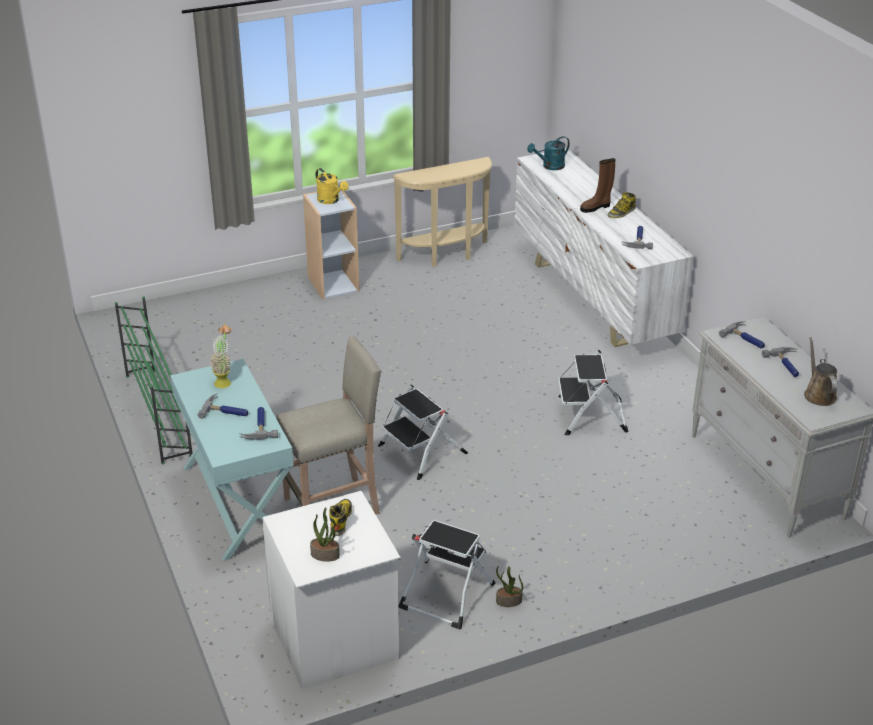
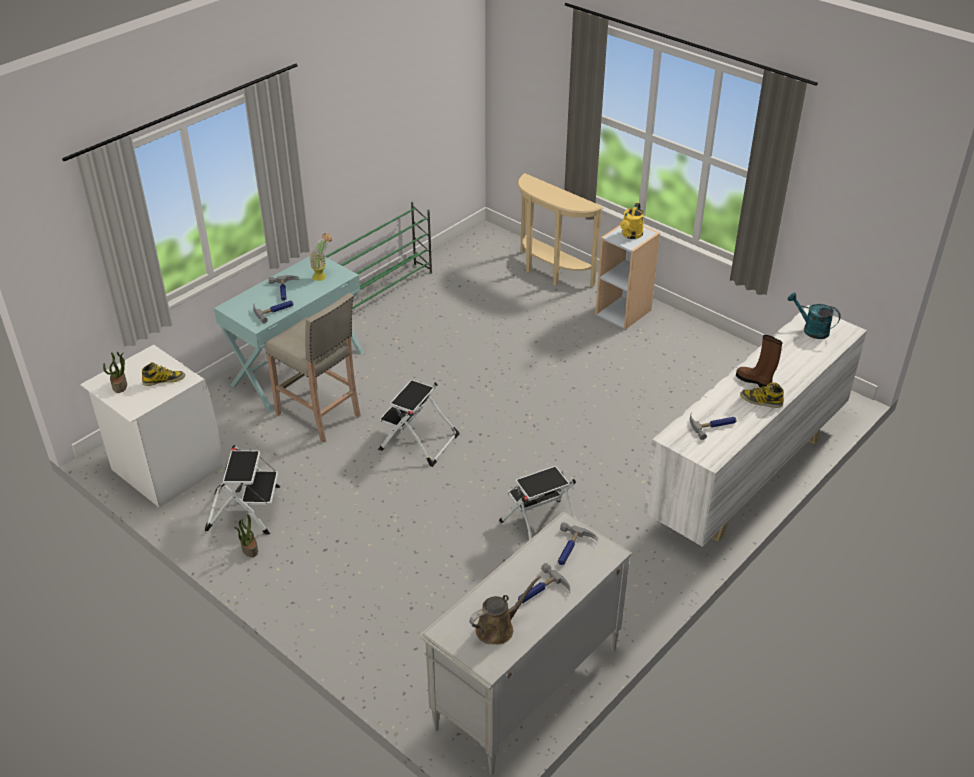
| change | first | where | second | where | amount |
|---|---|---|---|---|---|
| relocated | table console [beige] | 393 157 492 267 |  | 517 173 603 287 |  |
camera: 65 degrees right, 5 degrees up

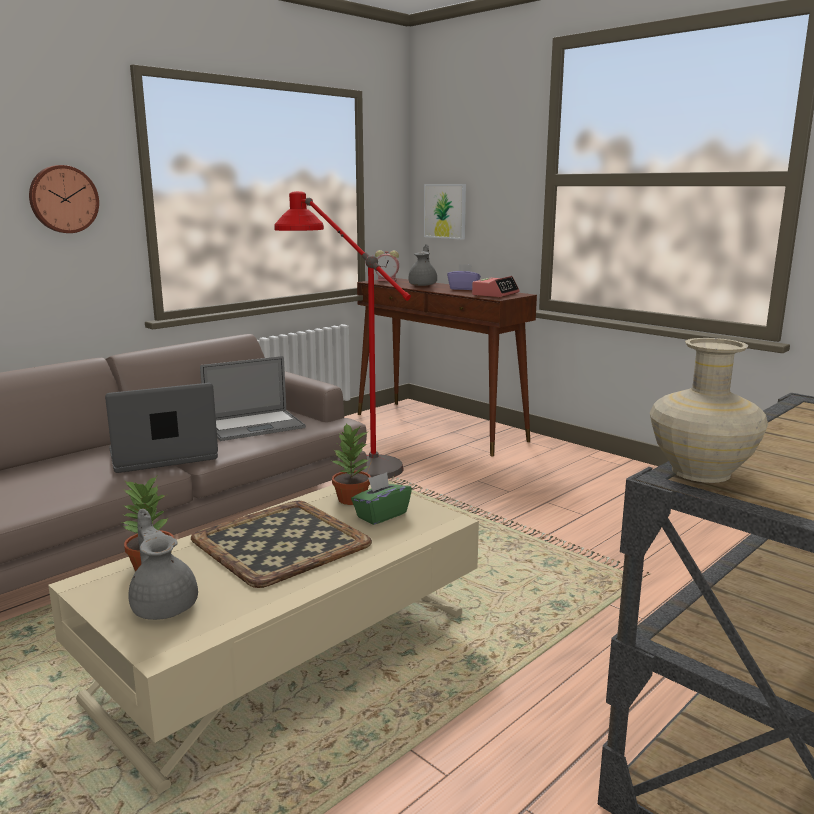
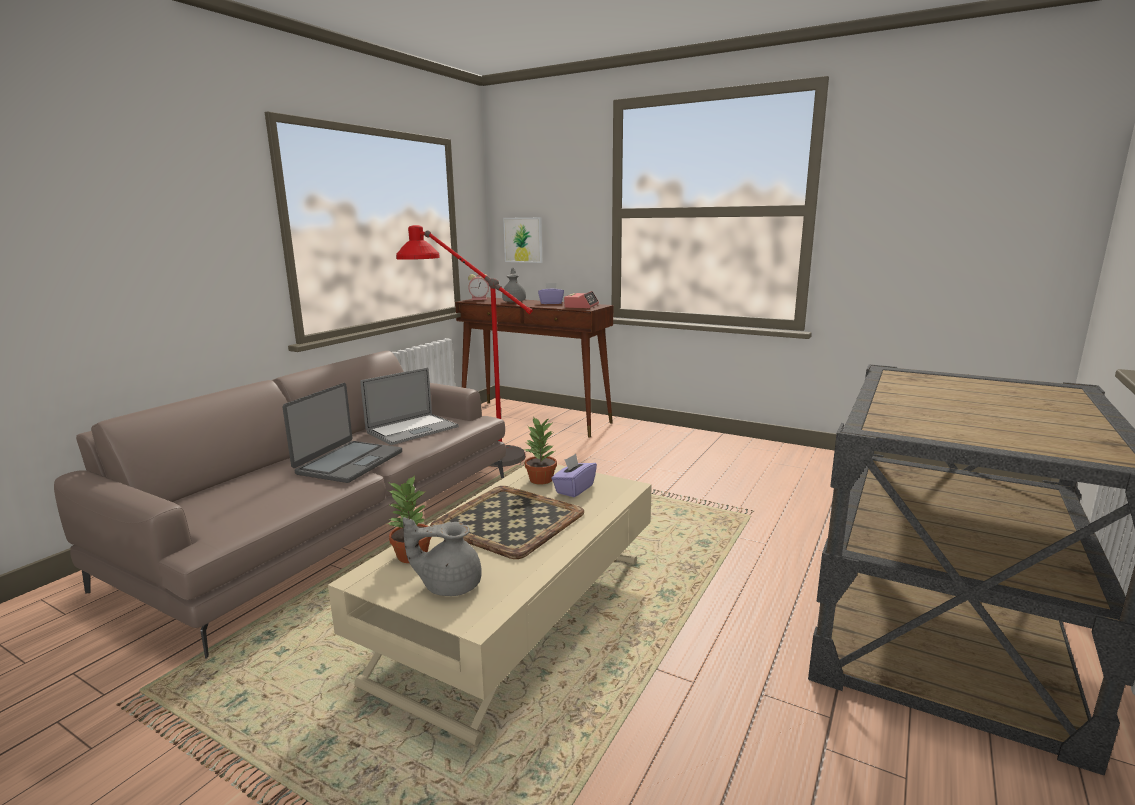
| change | first | where | second | where | amount |
|---|---|---|---|---|---|
| missing | horloge murale | 29 165 99 233 |  |  |  |
| missing | vase [beige] | 650 338 768 483 |  |  |  |
| colour | boîte à mouchoirs [vert] | 351 472 412 525 | boîte à mouchoirs [violet] | 551 454 597 497 |  |
| spun | ordinateur portable | 105 383 218 473 |  | 282 383 402 483 | 150 degrees clockwise |
| spun | théière [gris] | 128 509 198 620 |  | 403 517 482 596 | 45 degrees counterclockwise |
camera: 15 degrees left, 0 degrees up

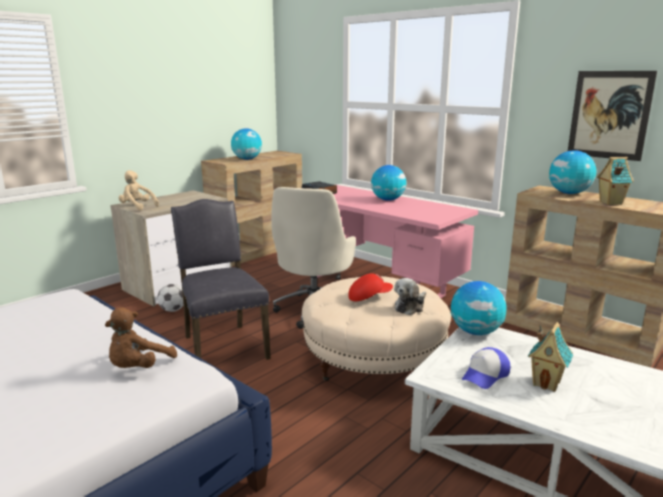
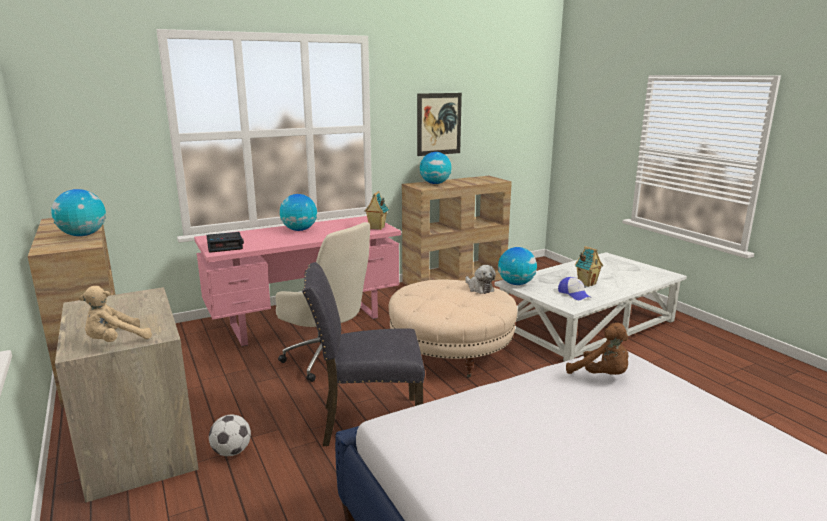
| change | first | where | second | where | amount |
|---|---|---|---|---|---|
| missing | casquette [rouge] | 349 273 393 301 |  |  |  |
| relocated | maison miniature | 597 157 634 205 |  | 364 191 389 230 |  |
camera: 70 degrees left, 0 degrees up

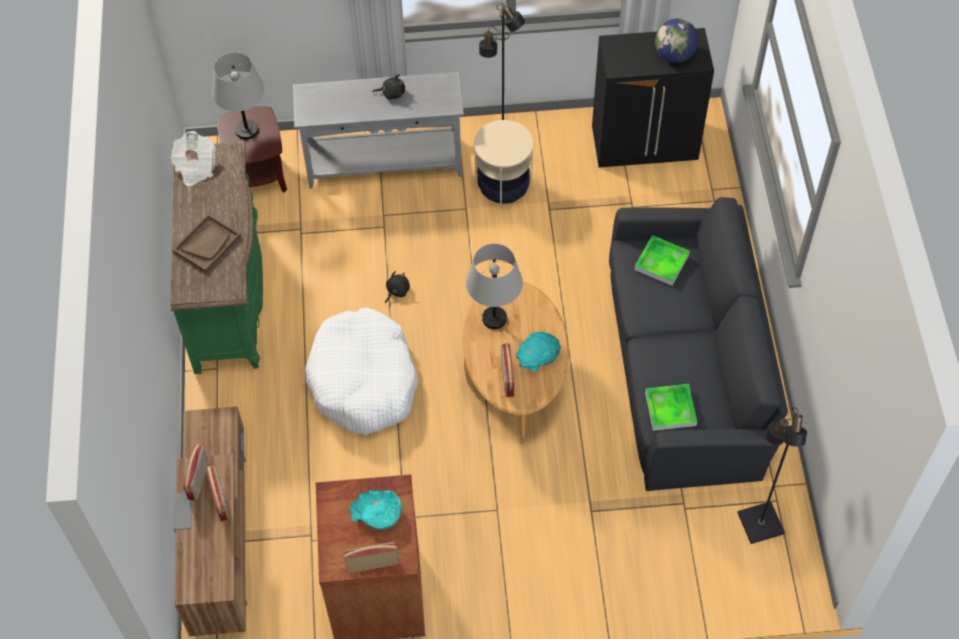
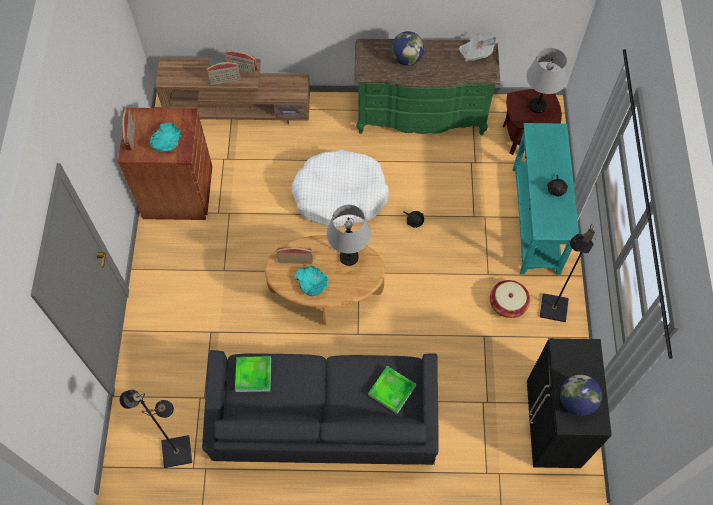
| change | first | where | second | where | amount |
|---|---|---|---|---|---|
| exchanged | plateau [marron] | 173 213 241 273 | globe | 391 31 424 65 |  |
| exchanged | table d'appoint [beige] | 474 120 533 208 | panier | 490 280 530 318 |  |
| colour | table console [gris] | 293 72 464 189 | table console [turquoise] | 513 123 579 275 |  |
camera: 95 degrees right, 5 degrees up

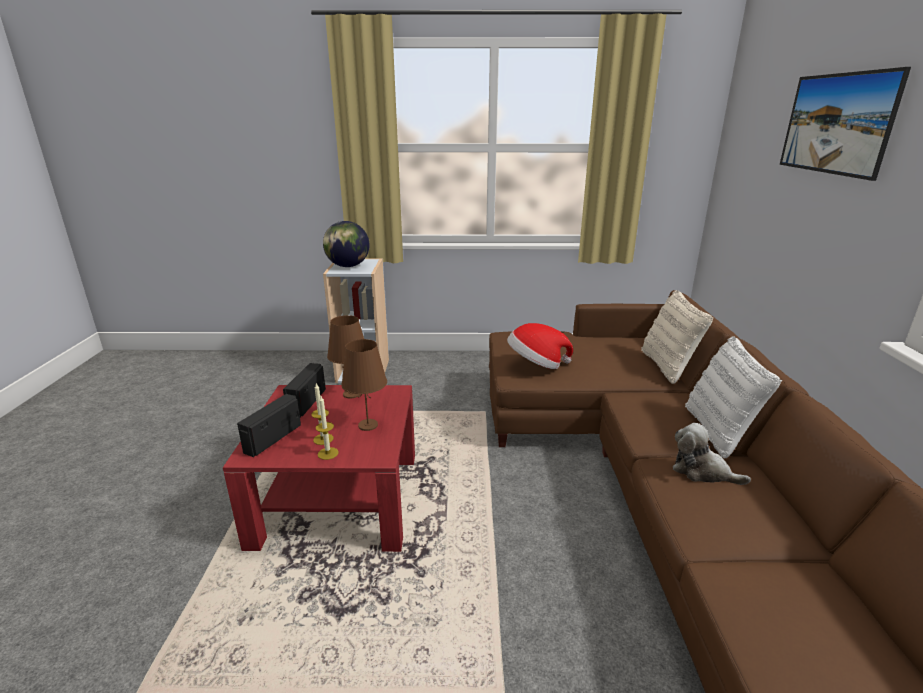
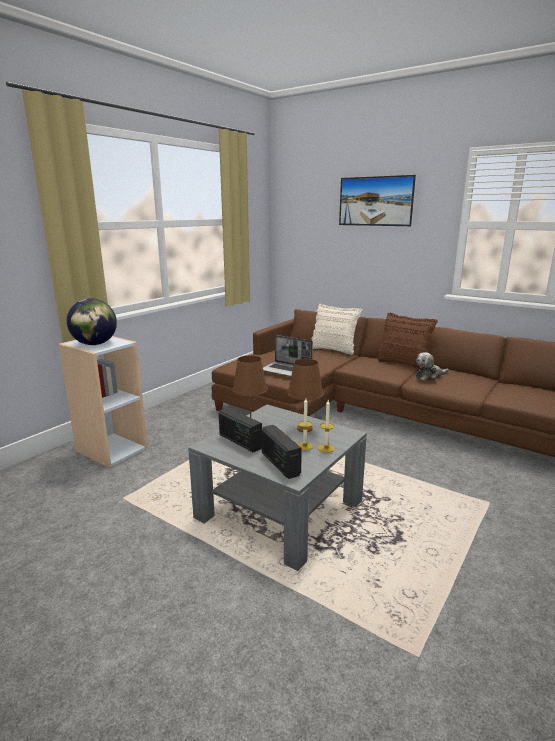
| change | first | where | second | where | amount |
|---|---|---|---|---|---|
| exchanged | chapeau | 507 323 573 369 | ordinateur portable | 263 335 313 377 |  |
| colour | table basse [rouge] | 223 385 415 552 | table basse [gris] | 188 404 367 571 |  |
| colour | coussin [blanc] | 685 336 782 458 | coussin [marron] | 377 312 438 369 |  |
camera: 55 degrees left, 5 degrees down

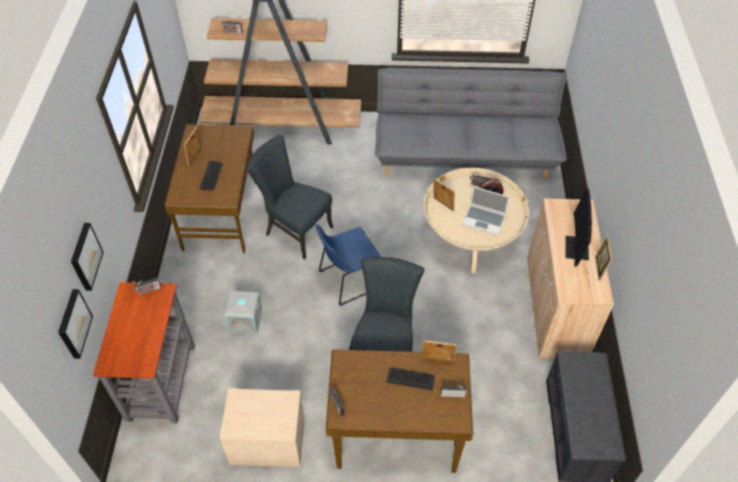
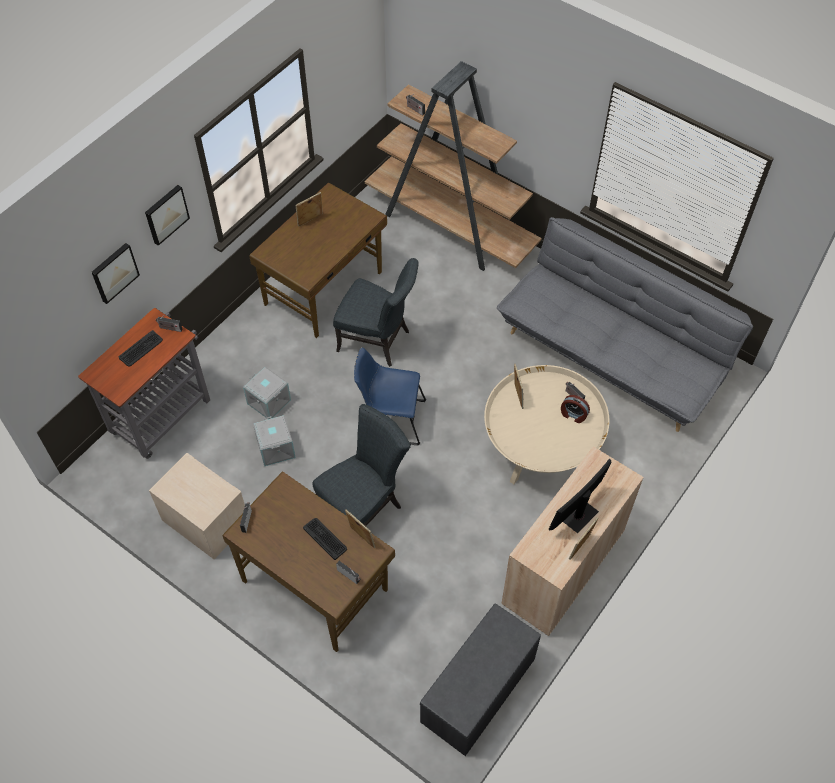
| change | first | where | second | where | amount |
|---|---|---|---|---|---|
| missing | ordinateur portable | 462 186 510 236 |  |  |  |
| appeared |  |  | boîte de rangement [gris] | 253 415 296 466 |  |
| relocated | tableau | 58 289 93 359 |  | 145 185 190 246 |  |
| relocated | clavier | 200 161 222 191 |  | 119 330 163 367 |  |
| spun | chaise [gris] | 245 135 333 260 |  | 333 258 419 367 | 135 degrees clockwise |
camera: 35 degrees right, 5 degrees up

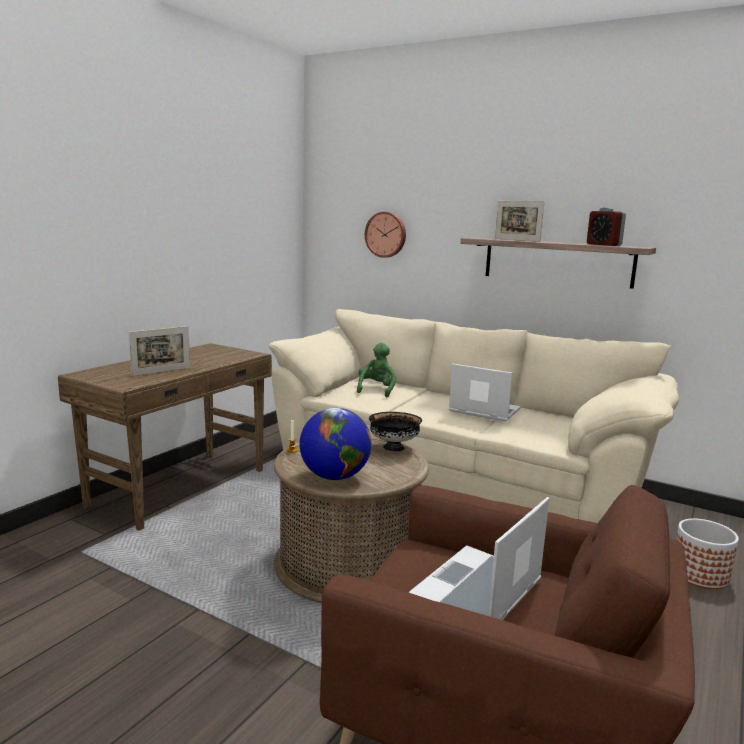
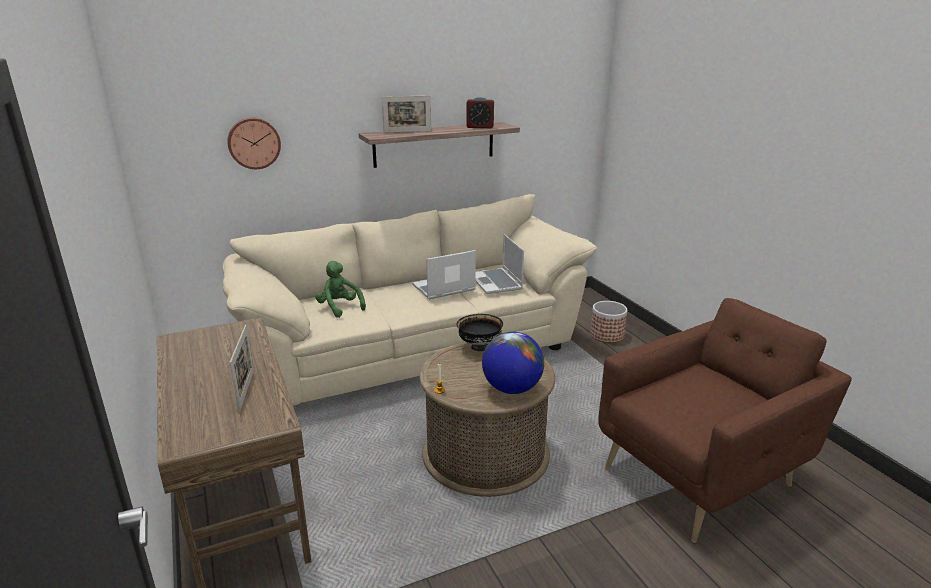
| change | first | where | second | where | amount |
|---|---|---|---|---|---|
| relocated | ordinateur portable | 408 497 549 620 |  | 475 234 524 294 |  |
camera: 55 degrees left, 10 degrees up

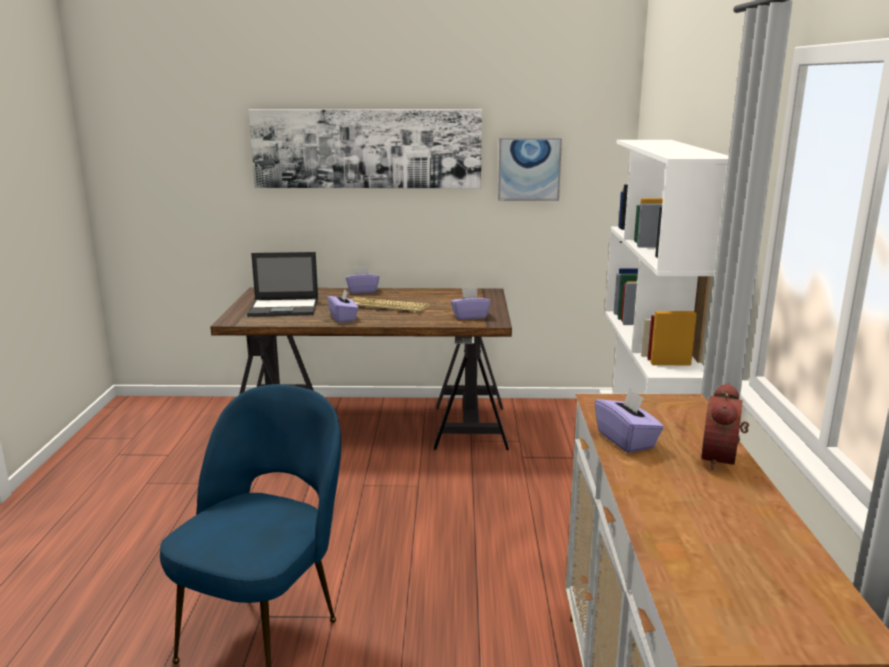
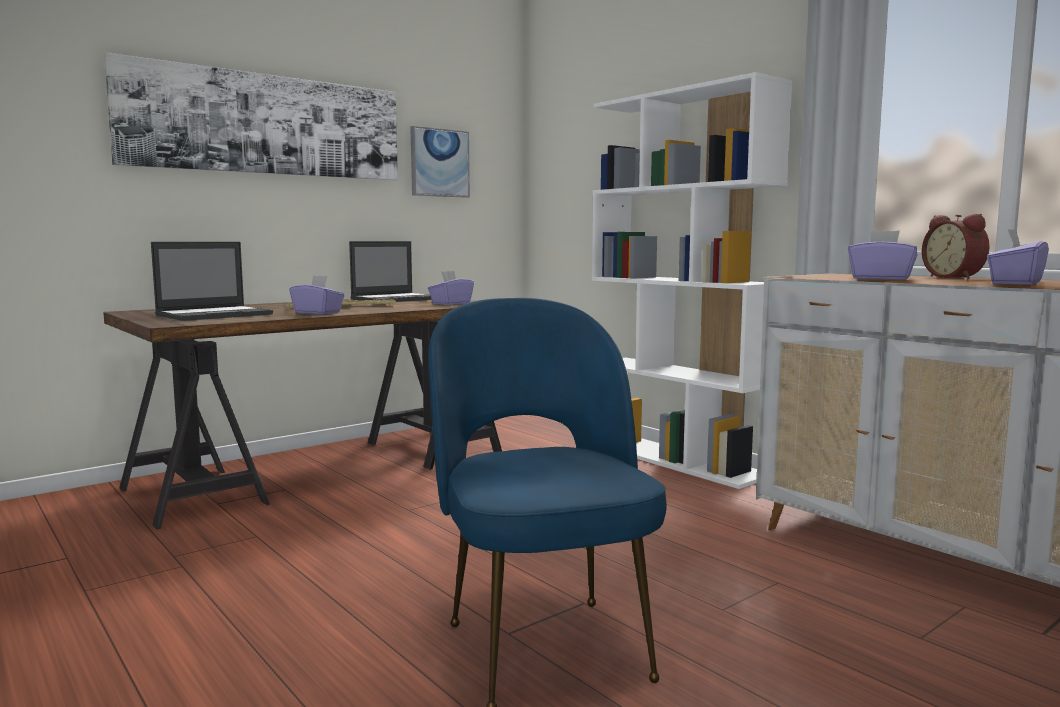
| change | first | where | second | where | amount |
|---|---|---|---|---|---|
| appeared |  |  | ordinateur portable | 349 241 432 302 |  |
| relocated | boîte à mouchoirs [violet] | 346 265 379 293 |  | 987 229 1049 285 |  |
camera: 40 degrees left, 10 degrees down

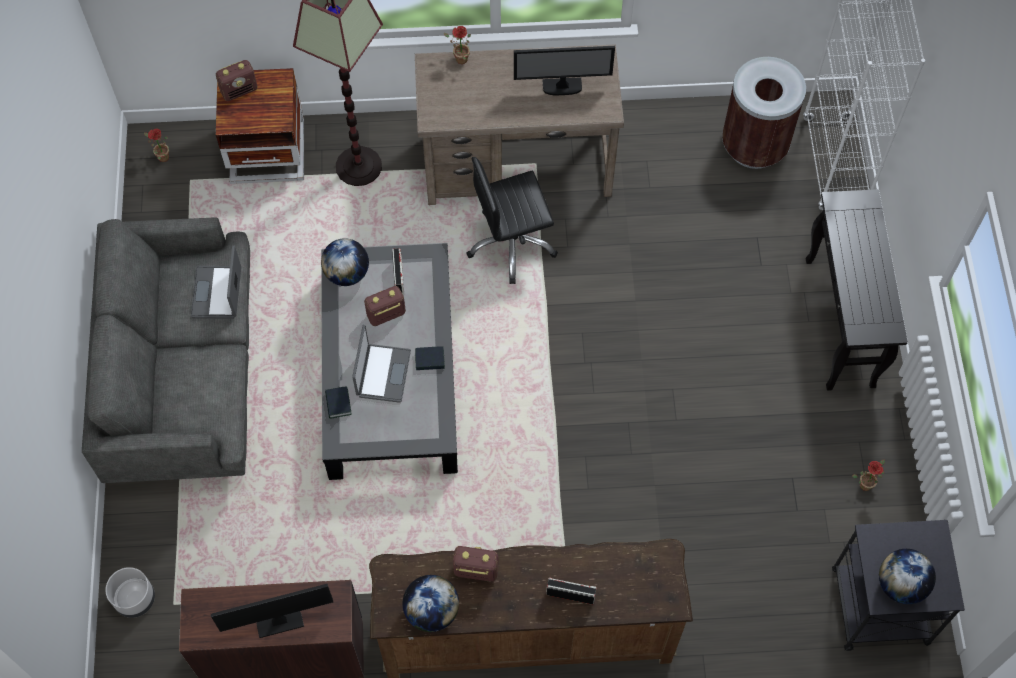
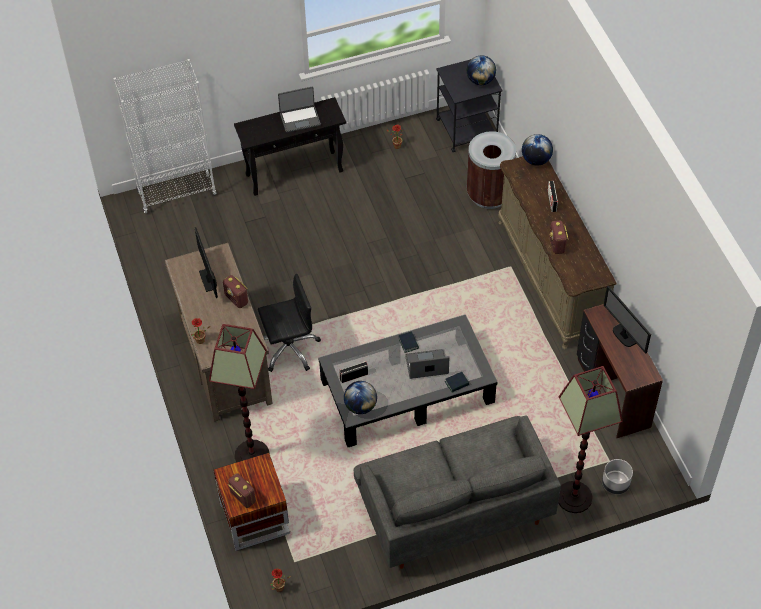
| change | first | where | second | where | amount |
|---|---|---|---|---|---|
| appeared |  |  | lampadaire | 558 366 623 513 |  |
| relocated | ordinateur portable | 191 246 241 319 |  | 278 86 321 133 |  |
| relocated | radio | 364 286 406 326 |  | 223 275 248 308 |  |
| relocated | globe | 403 575 459 632 |  | 522 134 553 166 |  |
| relocated | poubelle [marron] | 722 57 806 169 |  | 467 131 516 209 |  |
| spun | chaise de bureau [noir] | 466 157 558 284 |  | 258 274 321 372 | 75 degrees counterclockwise |
camera: 105 degrees left, 10 degrees down

